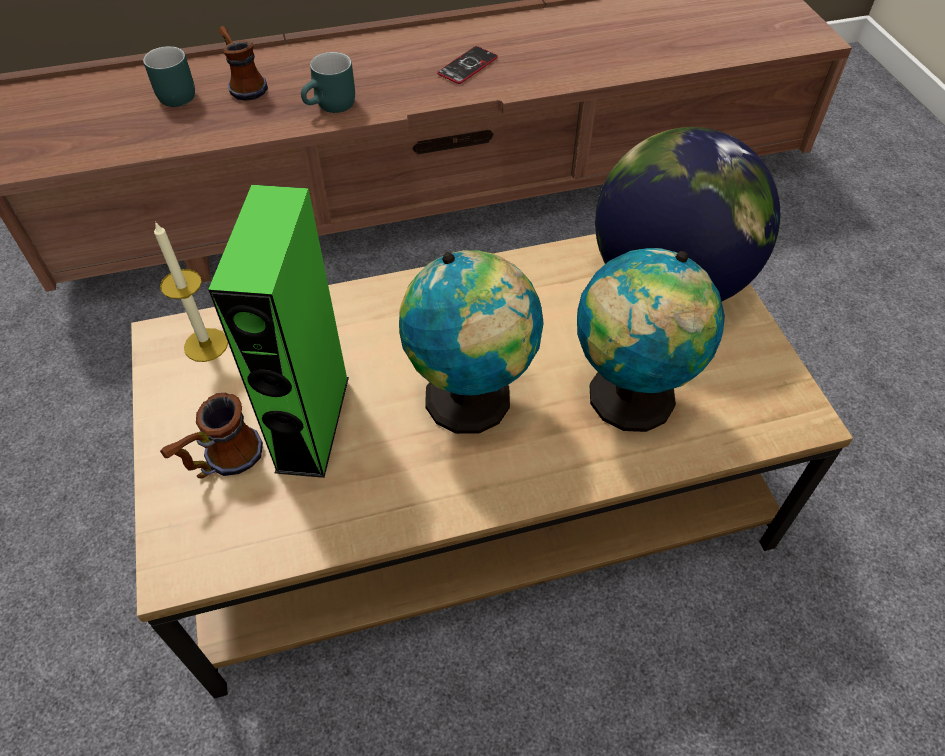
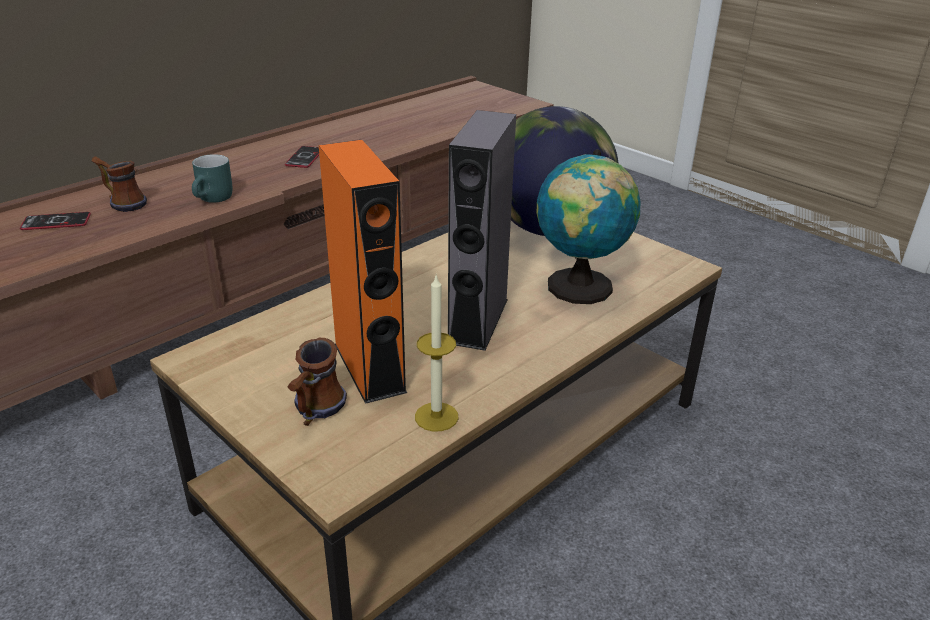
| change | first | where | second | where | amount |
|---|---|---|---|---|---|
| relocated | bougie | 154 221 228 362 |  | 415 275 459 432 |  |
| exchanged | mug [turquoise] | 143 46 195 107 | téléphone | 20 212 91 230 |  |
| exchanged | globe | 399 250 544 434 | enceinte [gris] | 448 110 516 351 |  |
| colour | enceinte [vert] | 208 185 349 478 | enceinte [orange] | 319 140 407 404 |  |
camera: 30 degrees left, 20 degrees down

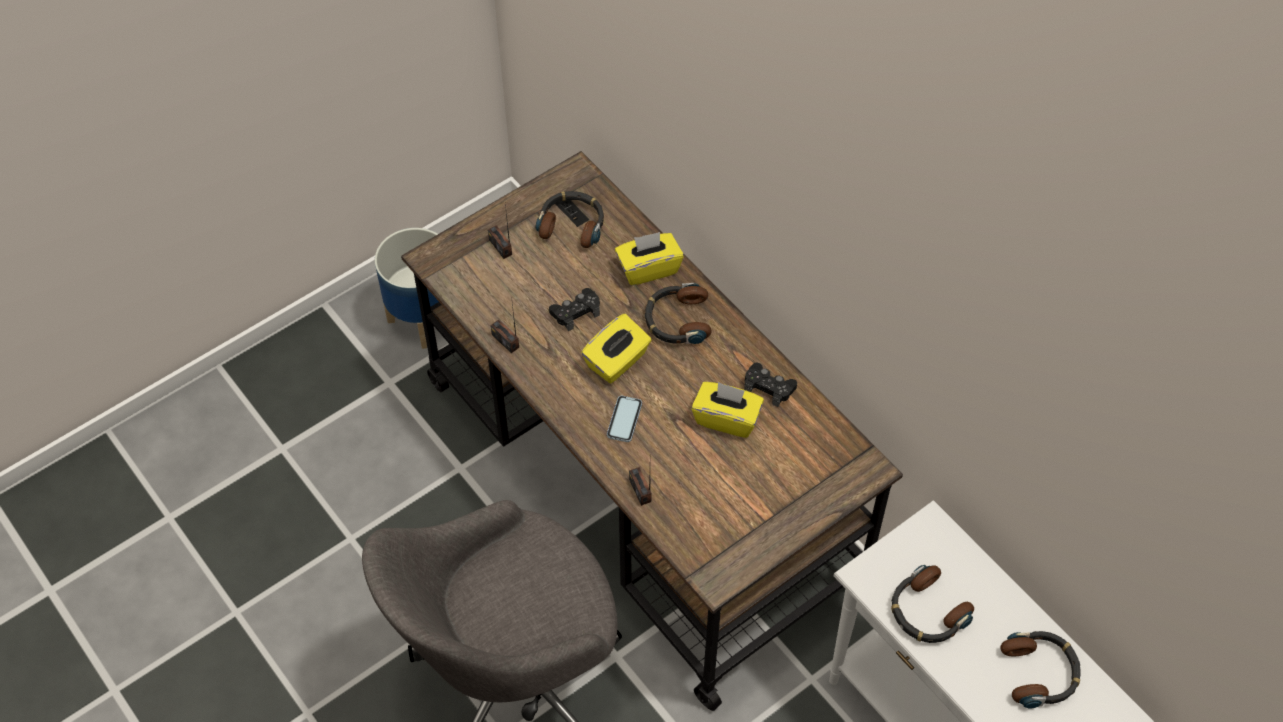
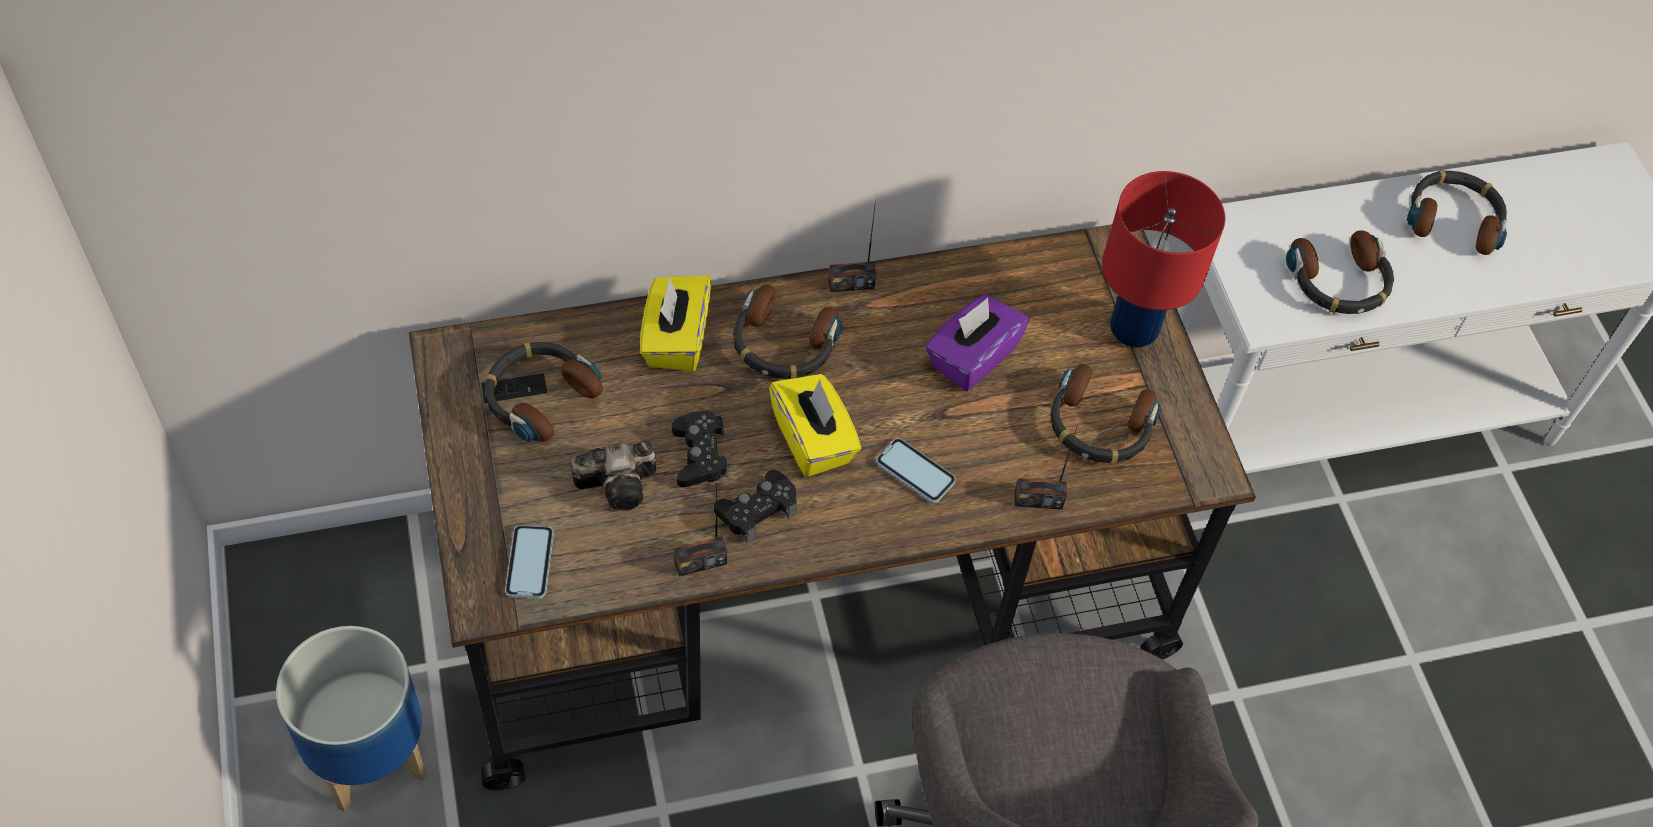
| change | first | where | second | where | amount |
|---|---|---|---|---|---|
| appeared |  |  | téléphone | 505 525 554 599 |  |
| appeared |  |  | appareil photo | 571 441 656 511 |  |
| appeared |  |  | casque audio | 1050 364 1161 464 |  |
| appeared |  |  | lampe de table [rouge] | 1102 171 1225 348 |  |
| relocated | radio | 488 205 512 259 |  | 828 199 876 293 |  |
| relocated | manette [noir] | 744 363 797 407 |  | 714 470 797 543 |  |
| colour | boîte à mouchoirs [jaune] | 691 382 764 438 | boîte à mouchoirs [violet] | 925 294 1029 391 |  |
camera: 70 degrees left, 0 degrees up

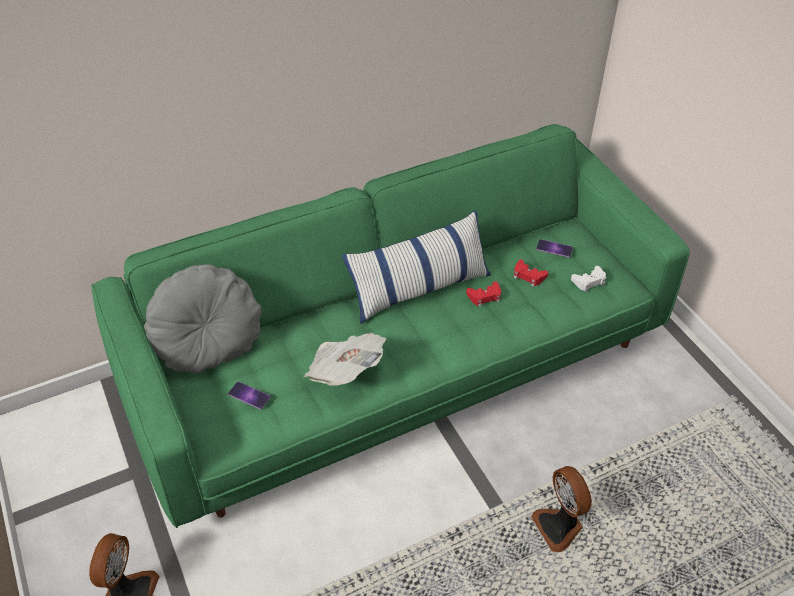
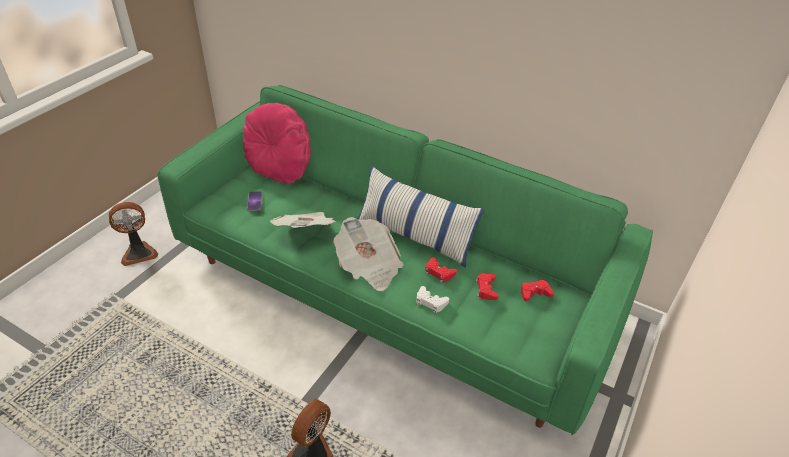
| change | first | where | second | where | amount |
|---|---|---|---|---|---|
| appeared |  |  | journal | 333 217 404 291 |  |
| relocated | manette [blanc] | 571 266 606 292 |  | 416 286 449 314 |  |
| exchanged | téléphone | 536 239 573 257 | manette [rouge] | 521 280 554 302 |  |
| colour | coussin [gris] | 144 264 262 373 | coussin [rose] | 243 103 311 184 |  |
camera: 55 degrees right, 5 degrees down

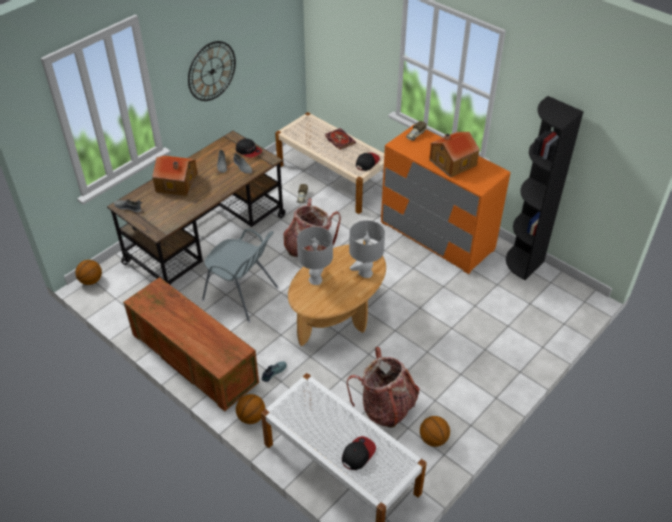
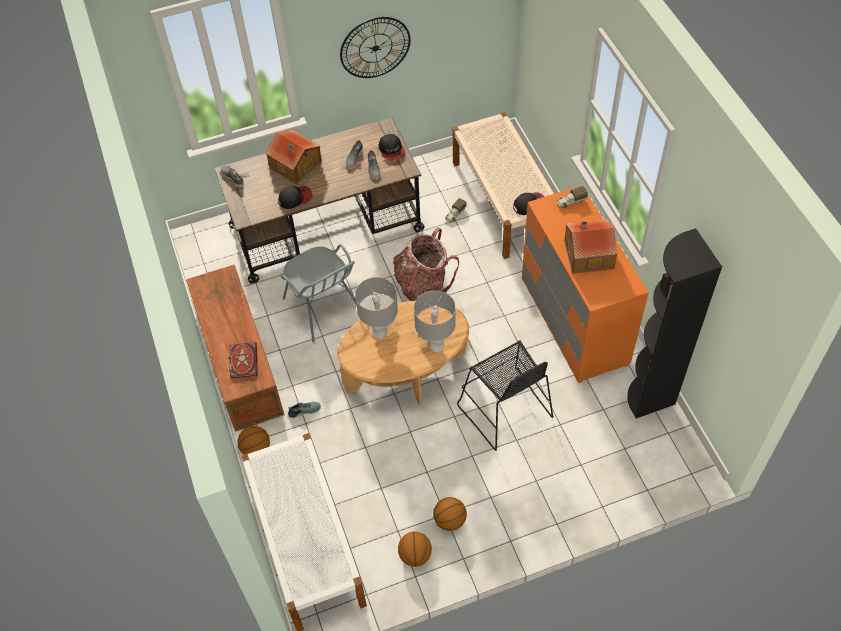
| change | first | where | second | where | amount |
|---|---|---|---|---|---|
| missing | sac à dos | 347 347 420 428 |  |  |  |
| appeared |  |  | tabouret [noir] | 457 340 553 451 |  |
| relocated | ballon de basket | 75 260 102 285 |  | 433 497 467 531 |  |
| relocated | livre | 325 128 356 150 |  | 229 342 258 379 |  |
| relocated | casquette | 342 436 376 470 |  | 278 186 313 209 |  |
camera: 30 degrees right, 10 degrees up

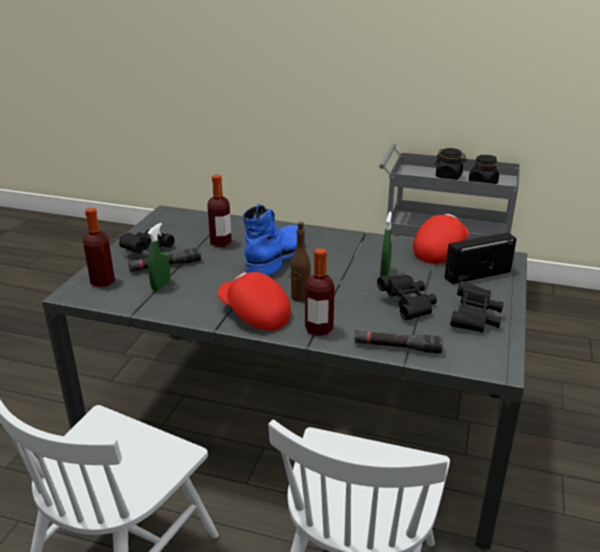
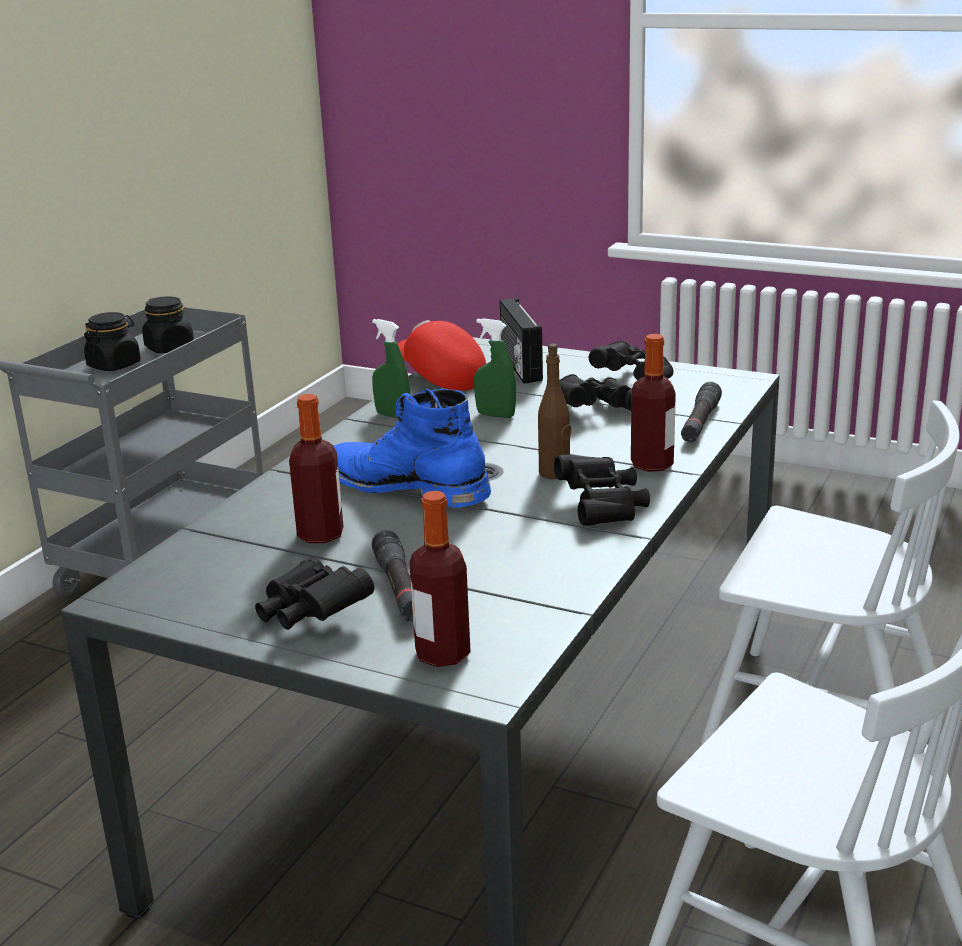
| change | first | where | second | where | amount |
|---|---|---|---|---|---|
| relocated | vaporisateur [vert] | 148 223 170 291 |  | 372 319 410 418 |  |
| exchanged | casquette [rouge] | 218 272 291 330 | jumelles [noir] | 554 454 650 526 |  |
camera: 80 degrees left, 5 degrees down

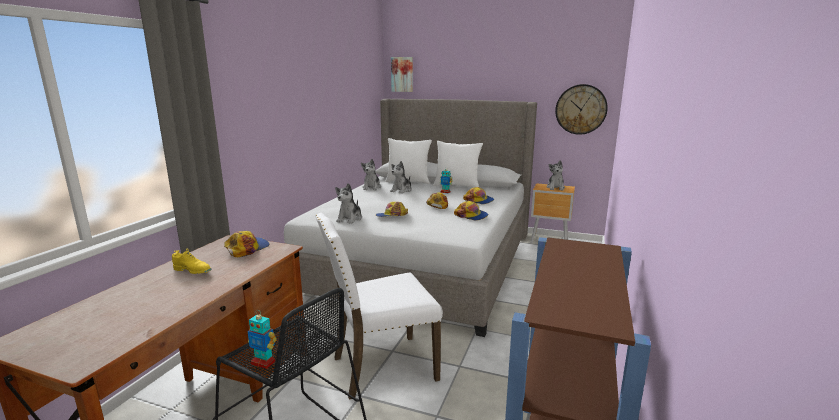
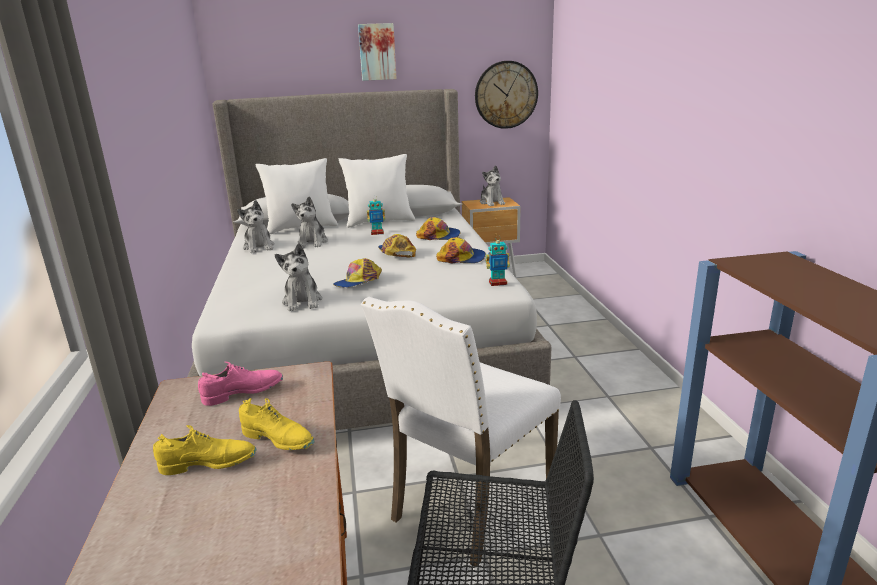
| change | first | where | second | where | amount |
|---|---|---|---|---|---|
| appeared |  |  | chaussure [jaune] | 239 398 315 450 |  |
| relocated | robot jouet | 248 310 277 369 |  | 486 235 510 286 |  |
| relocated | tableau | 391 57 413 92 |  | 358 23 397 81 |  |
| exchanged | casquette | 224 231 270 257 | chaussure [rose] | 198 361 283 406 |  |
camera: 30 degrees left, 5 degrees up

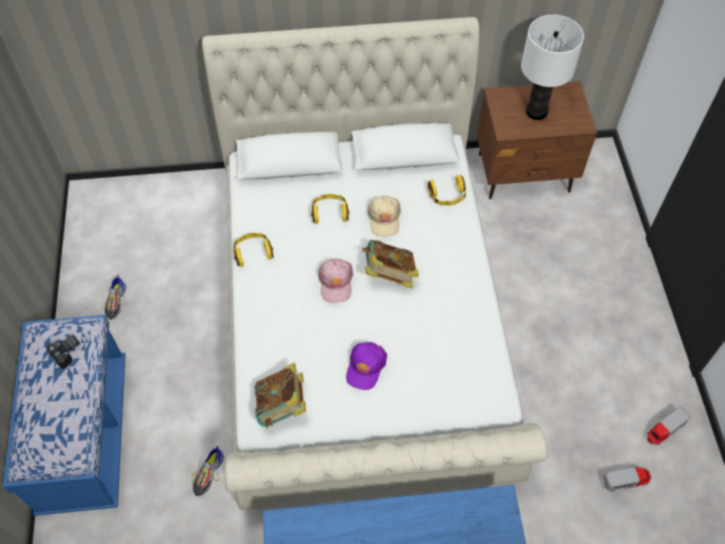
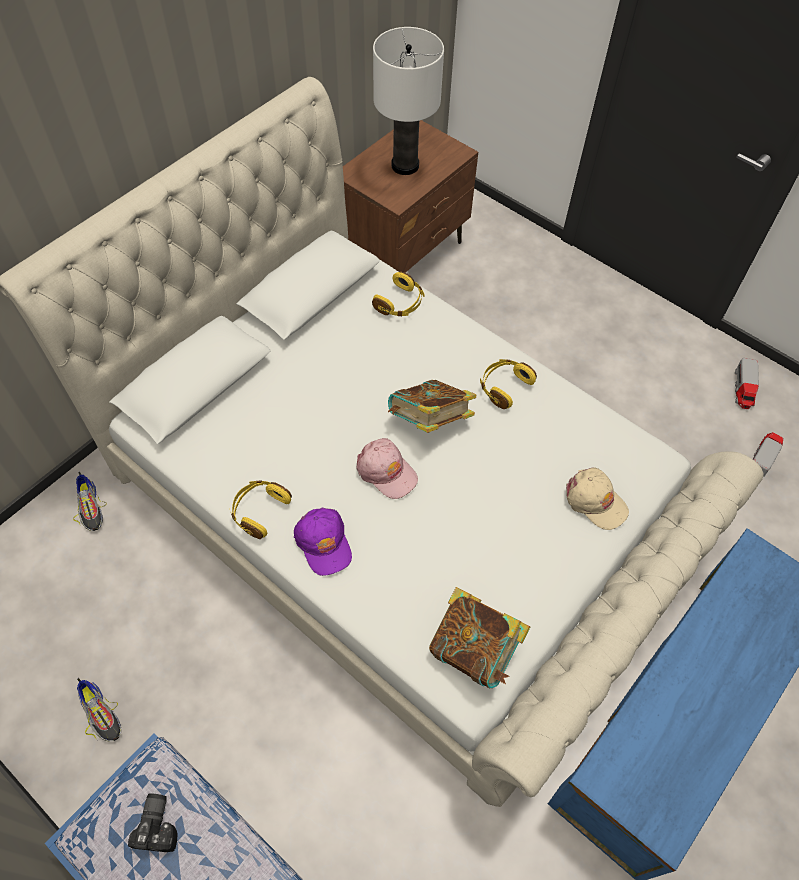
| change | first | where | second | where | amount |
|---|---|---|---|---|---|
| relocated | chaussure | 192 446 224 496 |  | 73 472 107 531 |  |
| relocated | casque audio [jaune] | 311 194 349 224 |  | 480 359 537 409 |  |
| relocated | casquette [violet] | 346 342 387 390 |  | 294 508 352 576 |  |
| relocated | casquette [beige] | 367 196 401 236 |  | 566 467 629 530 |  |
camera: 45 degrees left, 0 degrees up

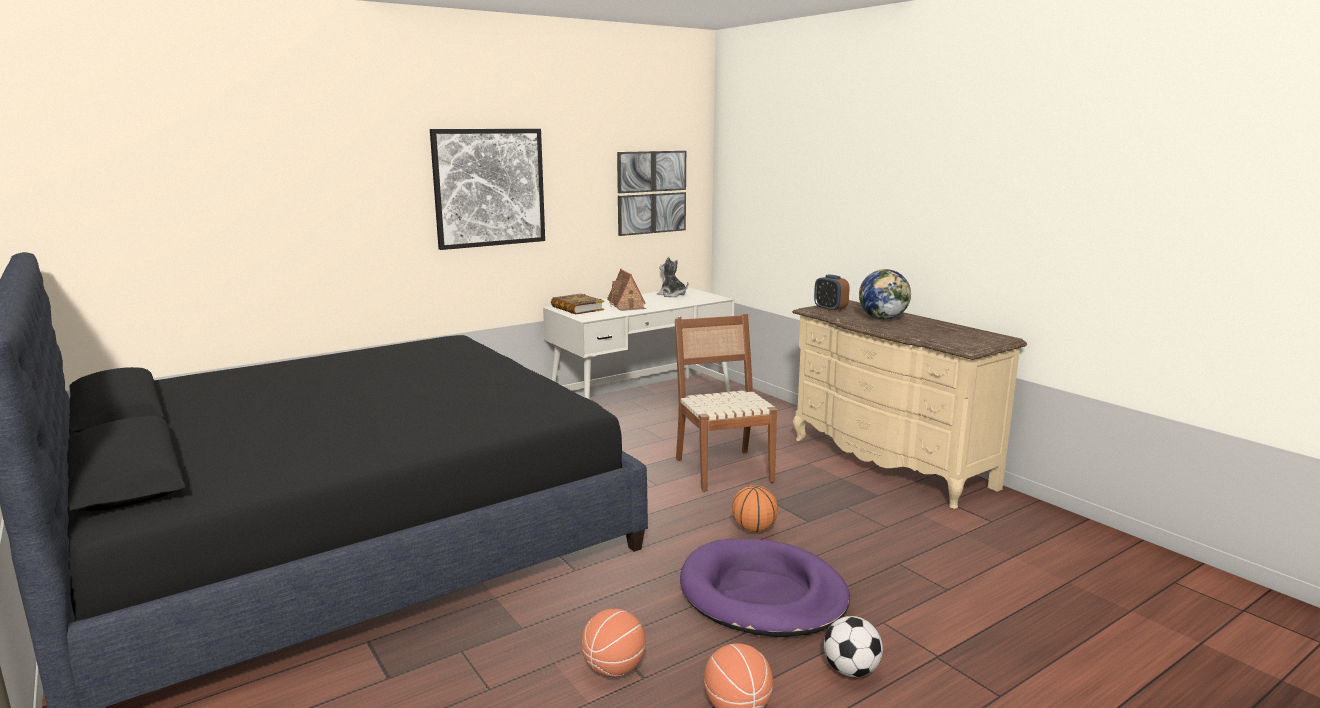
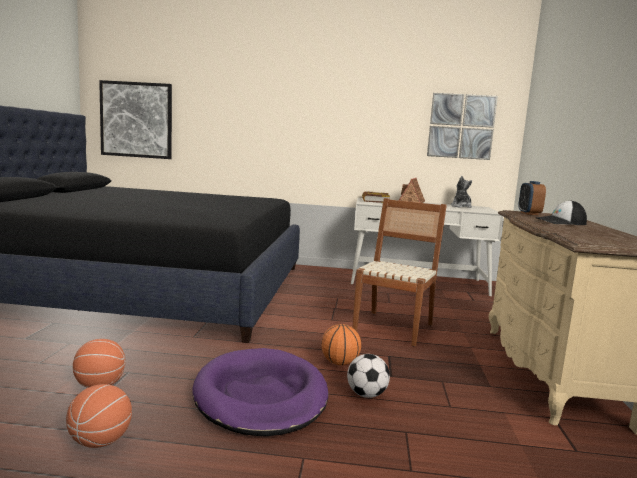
| change | first | where | second | where | amount |
|---|---|---|---|---|---|
| relocated | tableau | 430 129 545 250 |  | 99 80 172 159 |  |
| relocated | ballon de foot | 824 616 883 677 |  | 347 354 390 398 |  |
| exchanged | globe | 859 269 911 320 | casquette | 536 200 587 225 |  |
camera: 40 degrees right, 5 degrees down

